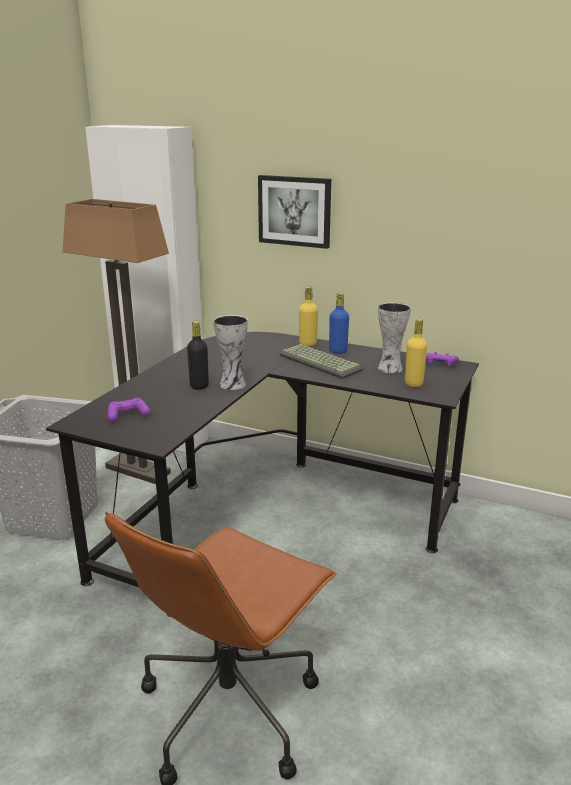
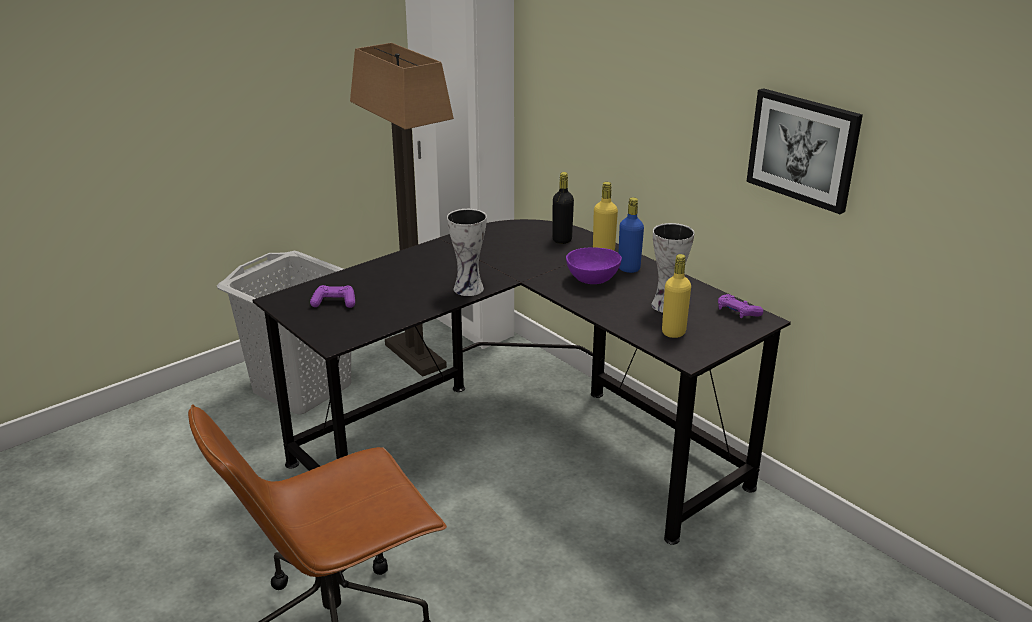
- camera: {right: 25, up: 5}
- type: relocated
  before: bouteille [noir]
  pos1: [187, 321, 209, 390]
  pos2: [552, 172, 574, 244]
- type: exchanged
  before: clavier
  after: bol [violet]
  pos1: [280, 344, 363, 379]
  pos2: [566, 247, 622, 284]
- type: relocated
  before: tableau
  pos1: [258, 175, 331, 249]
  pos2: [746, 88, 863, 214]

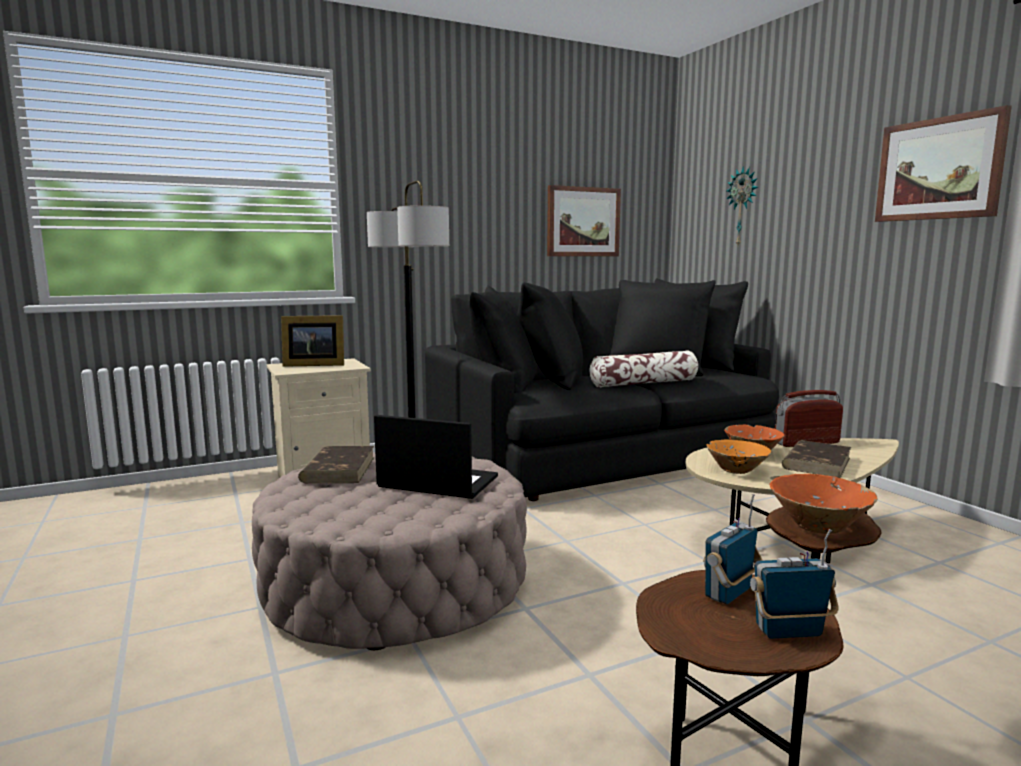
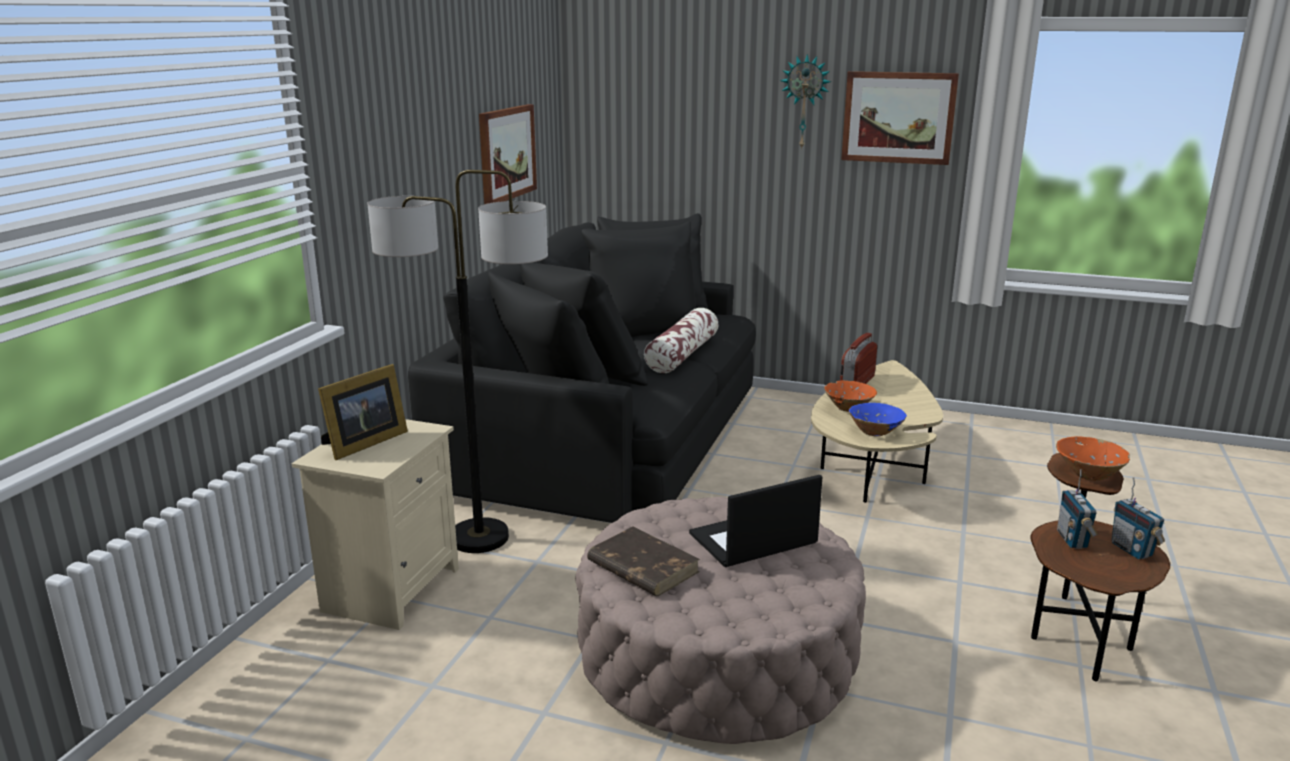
- camera: {right: -45, up: 10}
- type: relocated
  before: horloge murale
  pos1: [726, 166, 758, 245]
  pos2: [780, 54, 831, 150]
- type: colour
  before: bol [orange]
  after: bol [bleu]
  pos1: [707, 440, 771, 474]
  pos2: [849, 403, 907, 437]
- type: spun
  before: radio
  pos1: [750, 529, 839, 639]
  pos2: [1112, 477, 1165, 559]
  turn: -60
- type: missing
  before: livre [marron]
  pos1: [782, 440, 851, 478]

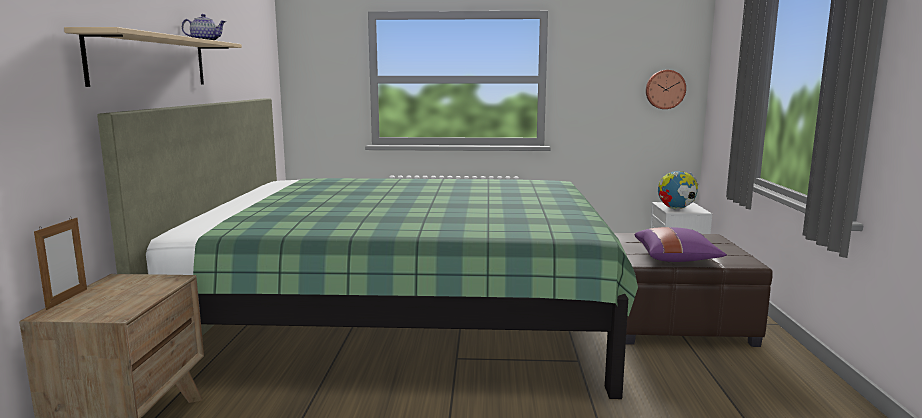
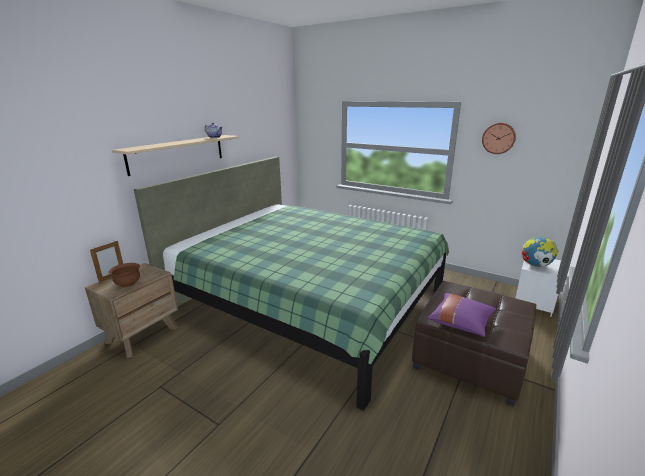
- camera: {right: 30, up: 10}
- type: appeared
  after: bol [marron]
  pos2: [109, 263, 140, 287]
- type: relocated
  before: horloge murale
  pos1: [646, 70, 686, 109]
  pos2: [482, 123, 516, 154]

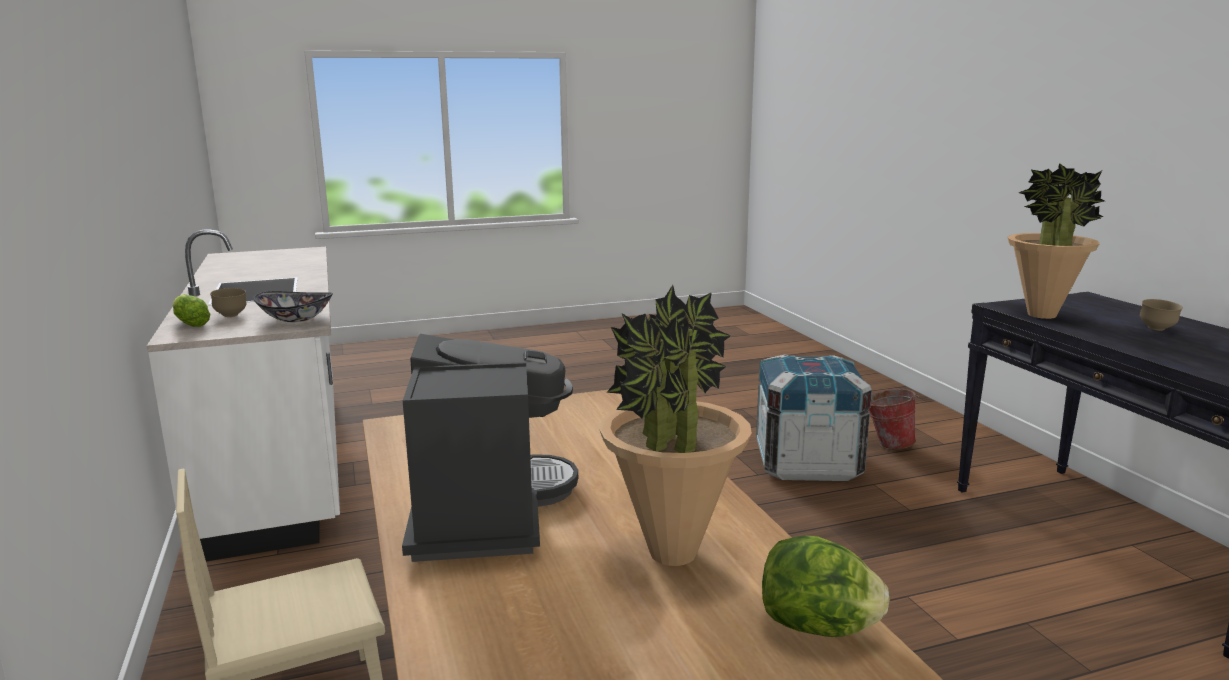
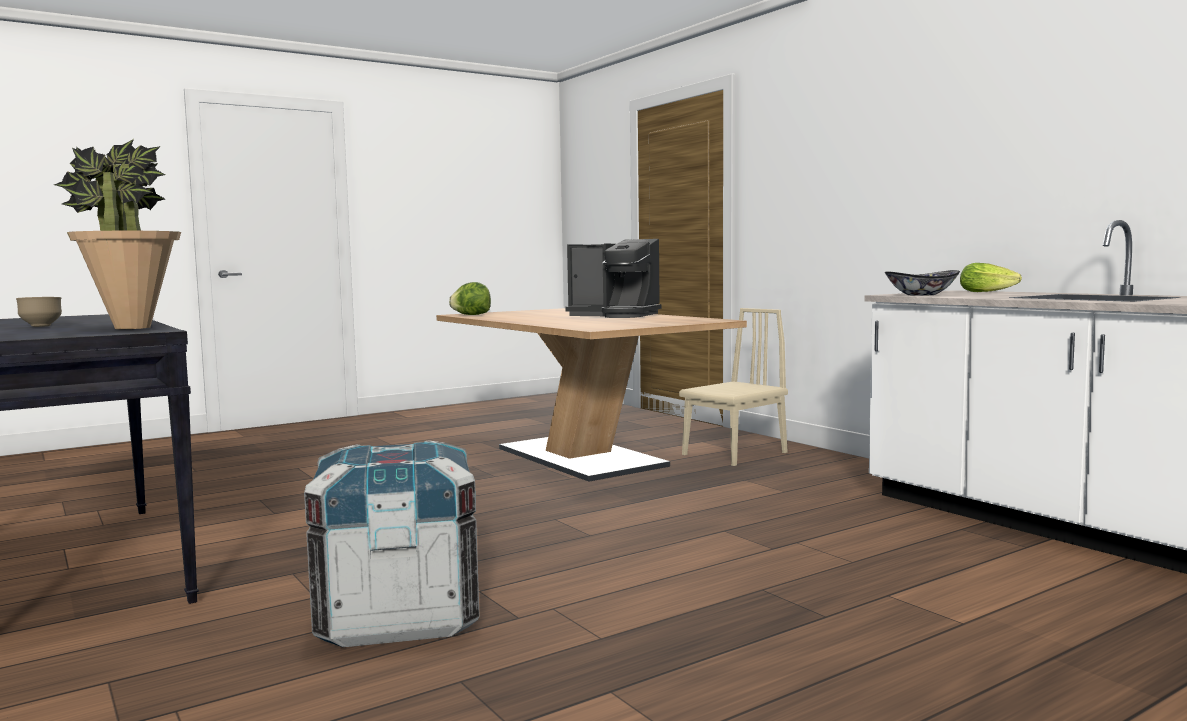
- camera: {right: 165, up: -10}
- type: spun
  before: machine à café
  pos1: [402, 334, 578, 562]
  pos2: [566, 239, 662, 318]
  turn: -45
- type: missing
  before: bol [marron]
  pos1: [210, 288, 247, 317]
- type: missing
  before: plante en pot
  pos1: [599, 285, 752, 566]
- type: missing
  before: seau
  pos1: [869, 389, 919, 450]

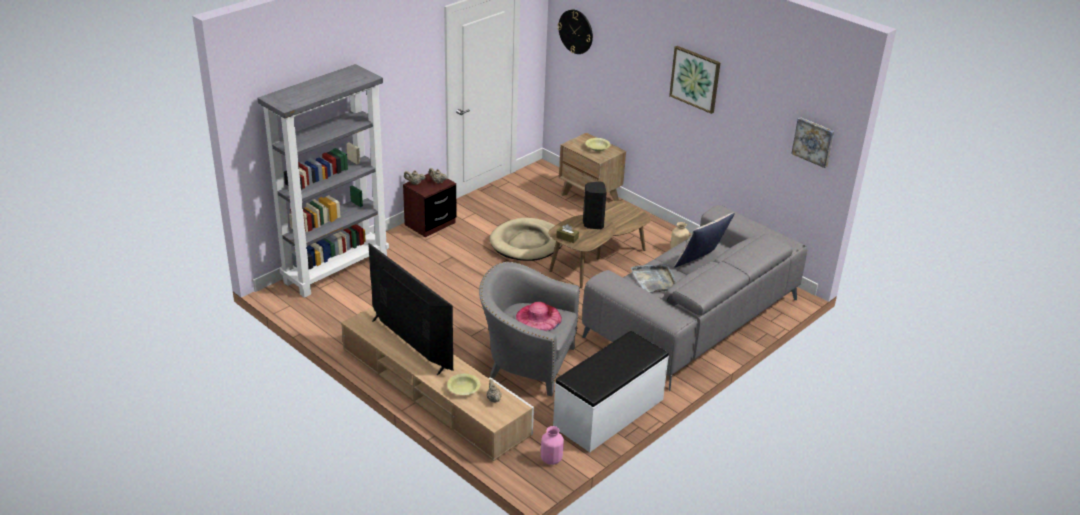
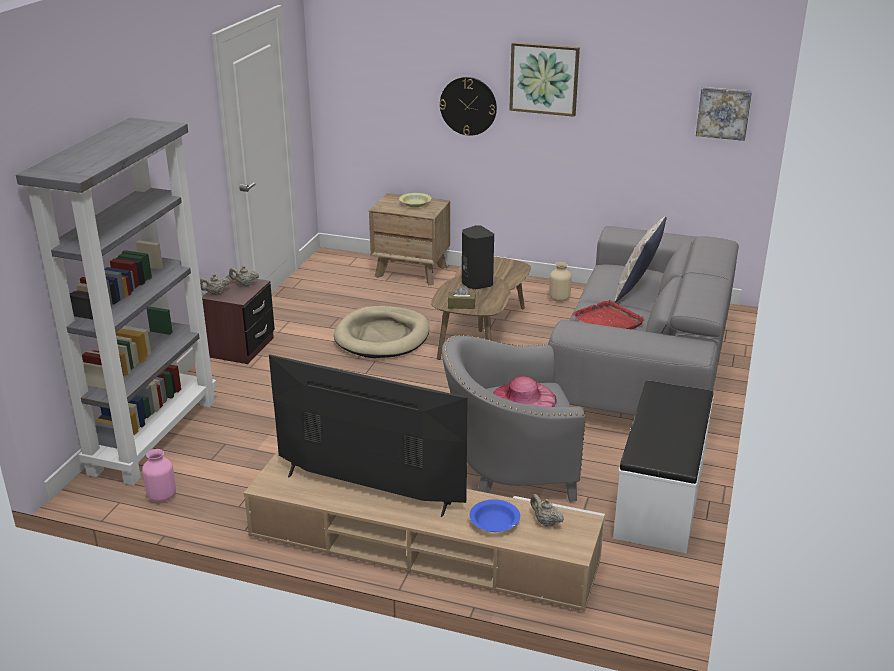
- camera: {right: -25, up: -5}
- type: relocated
  before: vase [rose]
  pos1: [541, 426, 564, 465]
  pos2: [142, 449, 176, 502]
- type: relocated
  before: horloge murale
  pos1: [558, 9, 593, 54]
  pos2: [440, 77, 497, 136]
- type: colour
  before: bol [jaune]
  after: bol [bleu]
  pos1: [447, 374, 480, 395]
  pos2: [469, 499, 520, 532]
- type: colour
  before: plateau [gris]
  after: plateau [rouge]
  pos1: [631, 264, 677, 292]
  pos2: [573, 300, 645, 329]

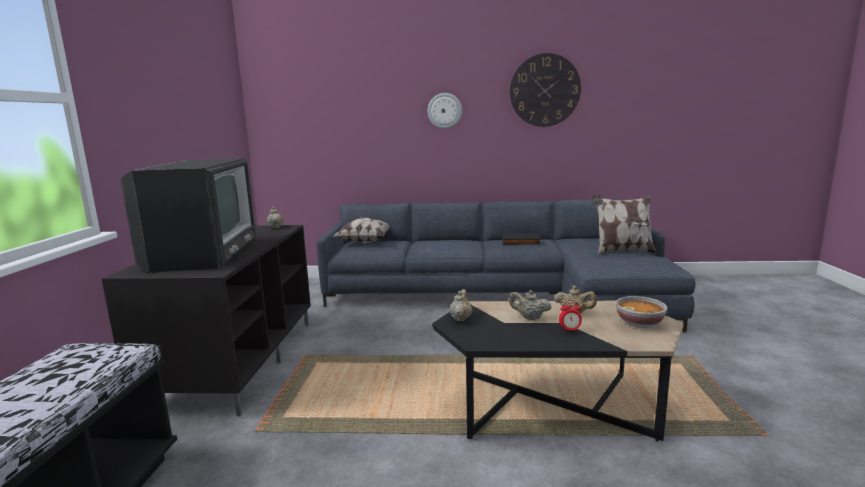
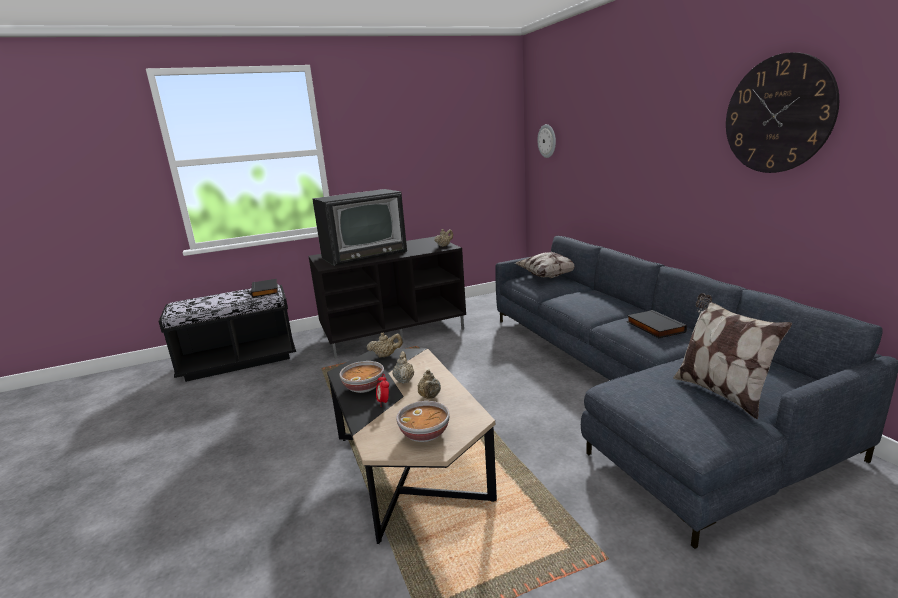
- camera: {right: 65, up: 5}
- type: appeared
  after: livre [noir]
  pos2: [251, 279, 278, 298]
- type: appeared
  after: bol
  pos2: [340, 361, 384, 393]
- type: relocated
  before: horloge murale
  pos1: [428, 93, 462, 129]
  pos2: [537, 124, 556, 158]

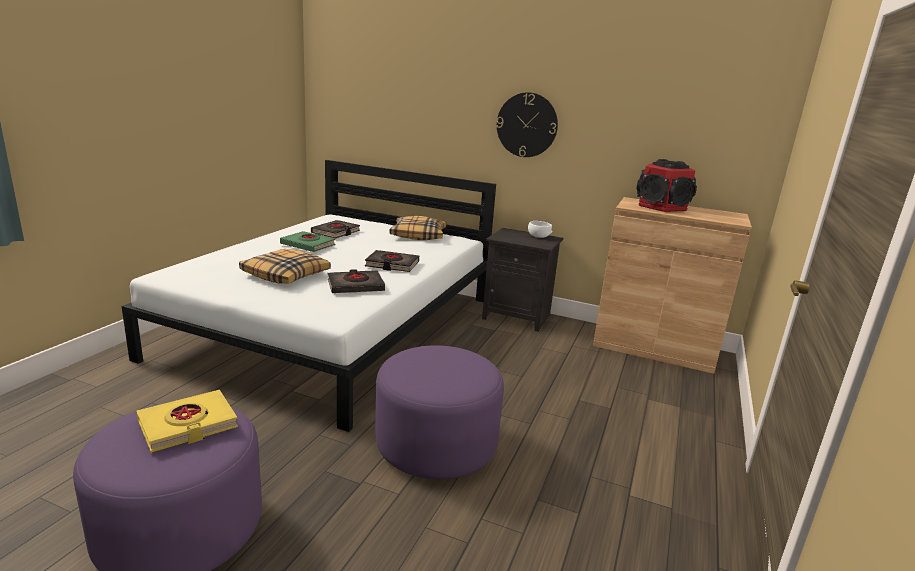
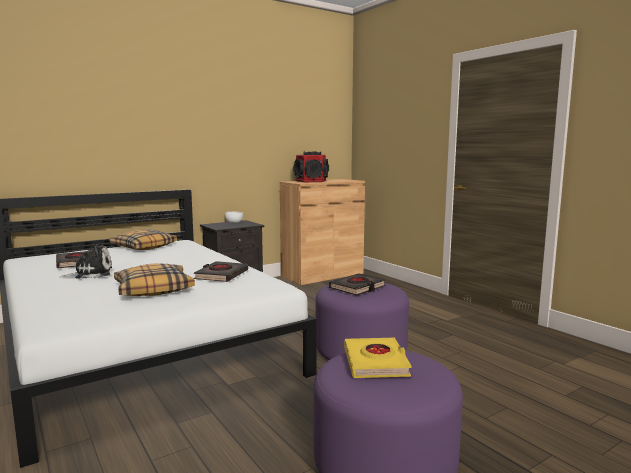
- camera: {right: -55, up: -10}
- type: exchanged
  before: livre [vert]
  after: peluche
  pos1: [280, 231, 336, 252]
  pos2: [59, 244, 112, 278]
- type: relocated
  before: livre [noir]
  pos1: [365, 250, 419, 272]
  pos2: [329, 273, 385, 296]
- type: missing
  before: horloge murale
  pos1: [496, 92, 558, 157]

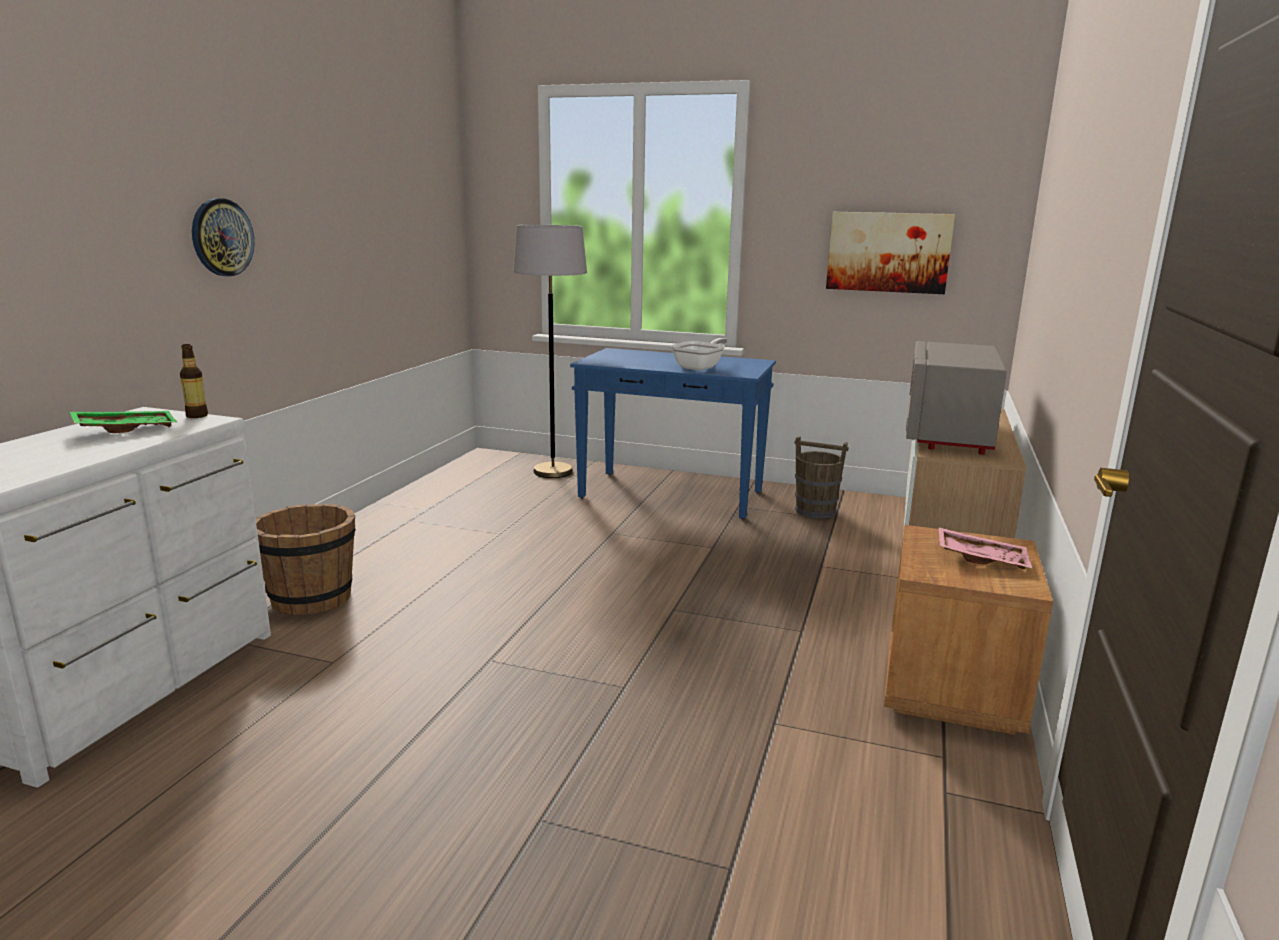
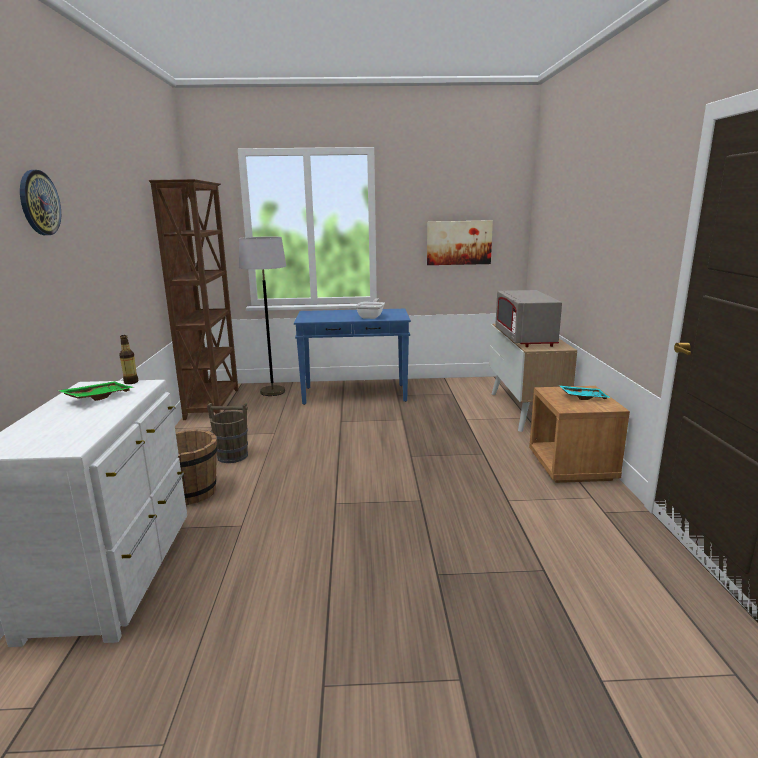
- camera: {right: -20, up: 0}
- type: relocated
  before: horloge murale
  pos1: [192, 198, 255, 276]
  pos2: [20, 170, 61, 235]
- type: appeared
  after: bibliothèque [marron]
  pos2: [149, 179, 238, 420]
- type: relocated
  before: seau [marron]
  pos1: [795, 436, 849, 519]
  pos2: [207, 403, 248, 463]
- type: colour
  before: plateau [rose]
  after: plateau [turquoise]
  pos1: [938, 527, 1033, 569]
  pos2: [559, 385, 610, 400]

